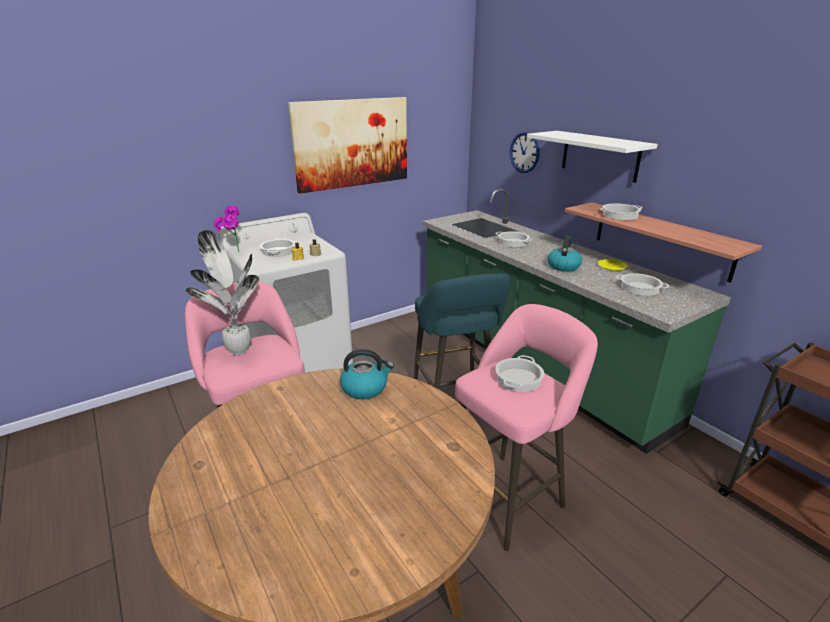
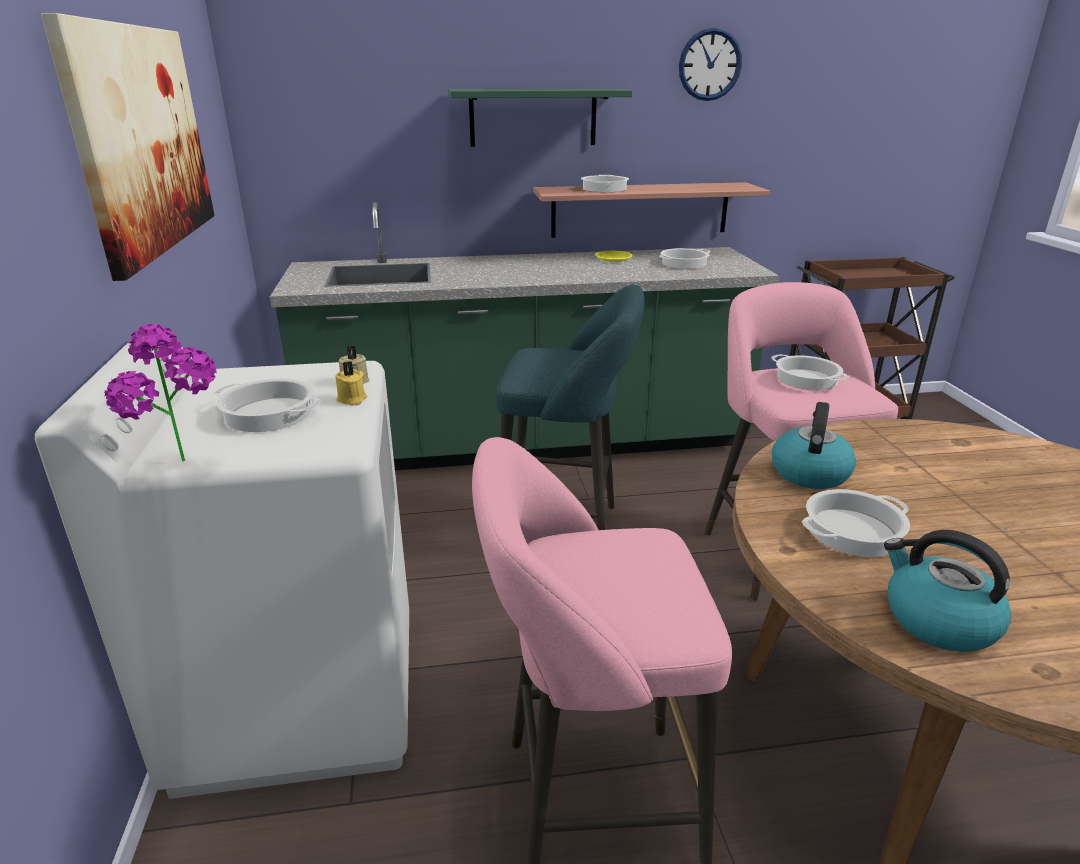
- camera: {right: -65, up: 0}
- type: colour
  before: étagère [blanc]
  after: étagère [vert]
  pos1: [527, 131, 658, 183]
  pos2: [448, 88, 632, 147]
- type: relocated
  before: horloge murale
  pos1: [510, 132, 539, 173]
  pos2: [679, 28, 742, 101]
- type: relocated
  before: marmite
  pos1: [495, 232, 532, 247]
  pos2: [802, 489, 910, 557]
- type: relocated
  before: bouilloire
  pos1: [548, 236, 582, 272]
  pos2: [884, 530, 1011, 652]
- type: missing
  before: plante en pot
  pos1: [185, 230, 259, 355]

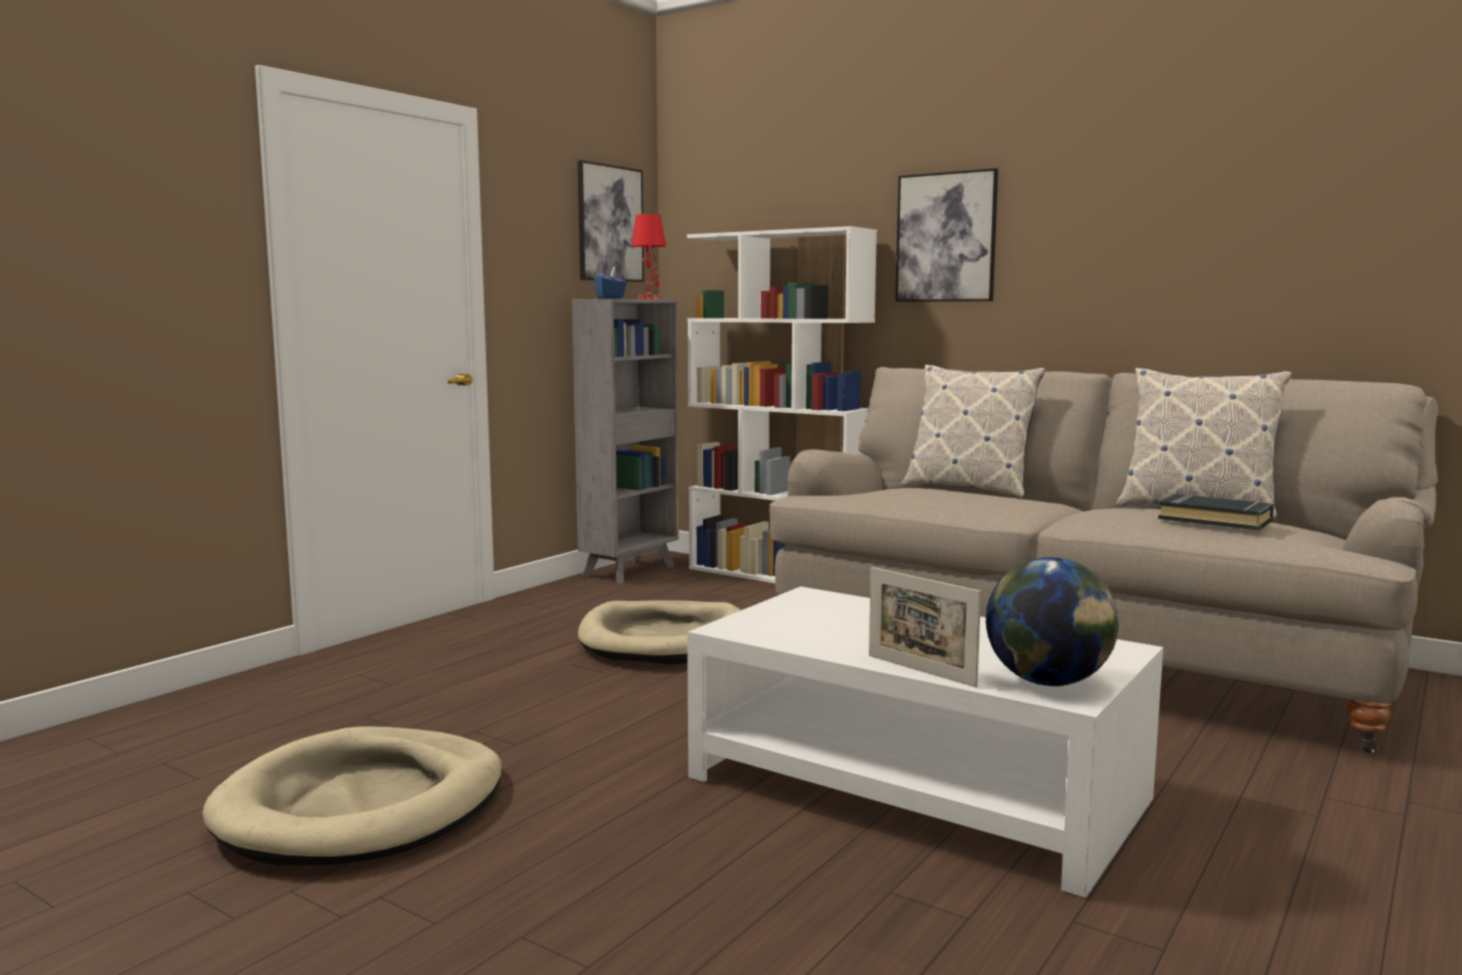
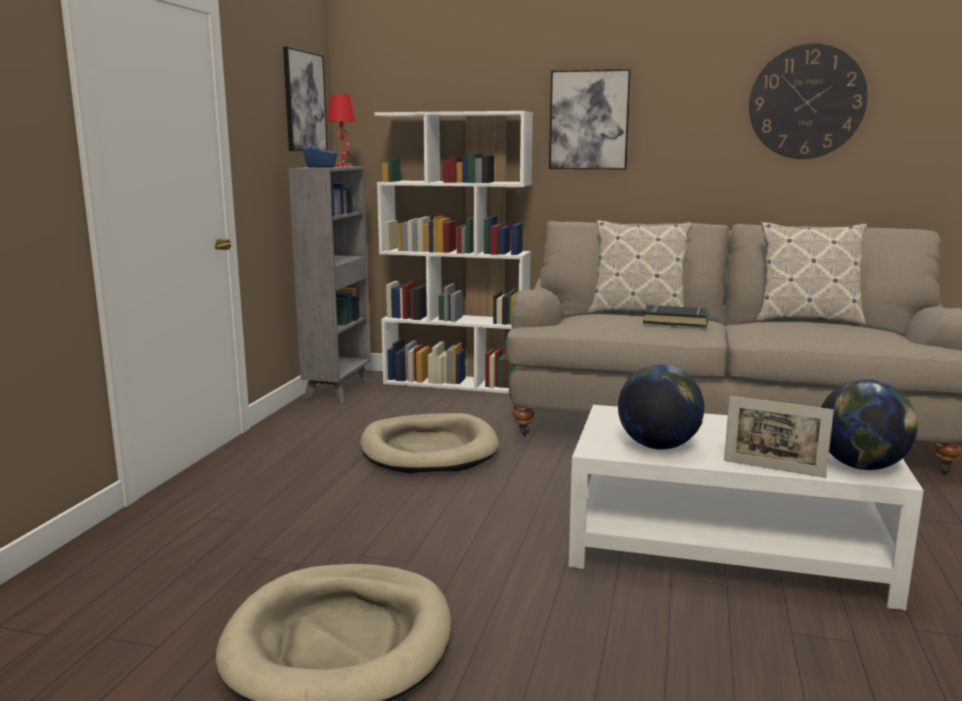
- camera: {right: -20, up: 5}
- type: appeared
  after: globe
  pos2: [618, 365, 704, 450]
- type: relocated
  before: livre [noir]
  pos1: [1158, 494, 1274, 530]
  pos2: [643, 305, 709, 327]
- type: appeared
  after: horloge murale
  pos2: [749, 43, 868, 159]

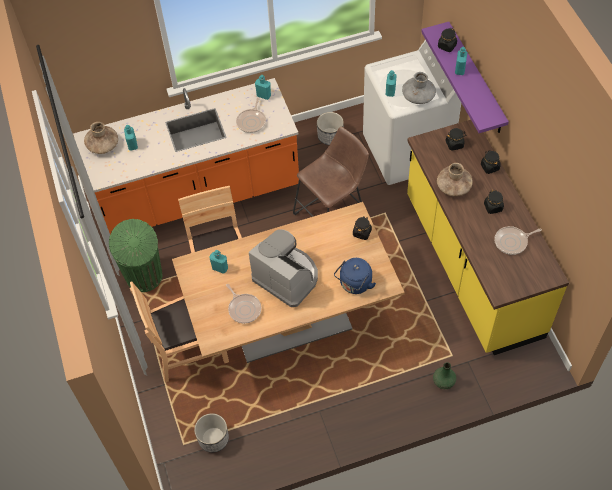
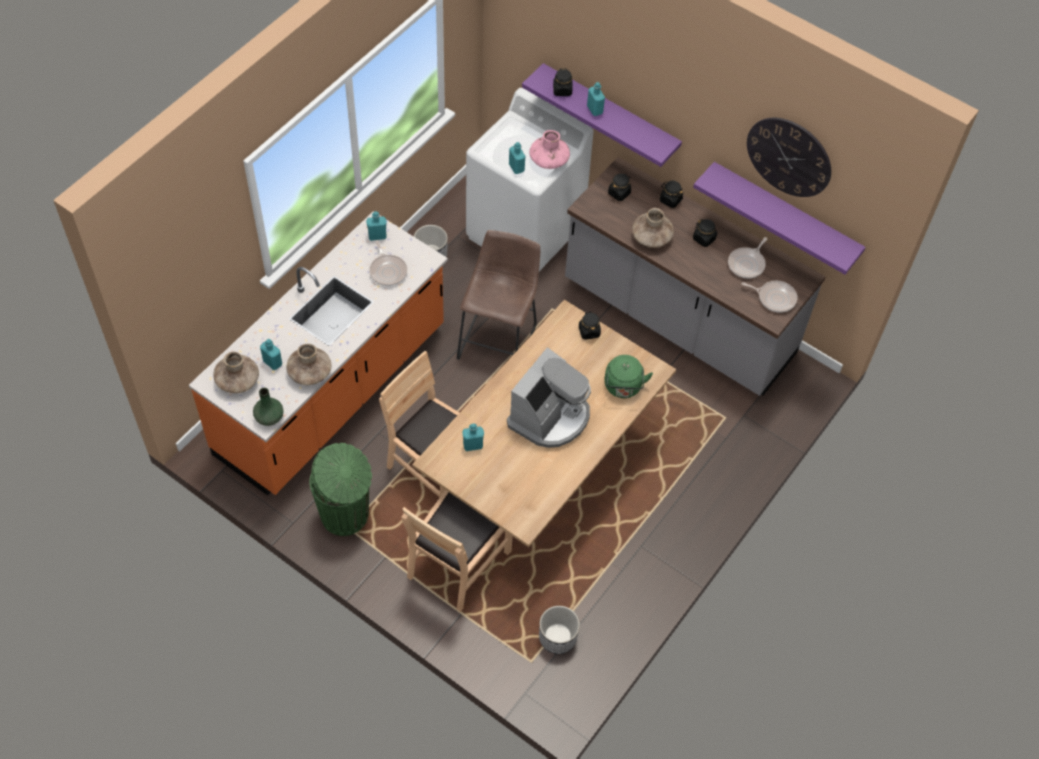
- camera: {right: -40, up: 0}
- type: relocated
  before: vase [vert]
  pos1: [433, 362, 456, 389]
  pos2: [253, 388, 284, 426]
- type: appeared
  after: vase [marron]
  pos2: [286, 344, 331, 385]
- type: spun
  before: machine à café
  pos1: [249, 229, 318, 307]
  pos2: [507, 347, 591, 448]
  turn: 120
- type: colour
  before: vase [gris]
  after: vase [rose]
  pos1: [402, 72, 436, 104]
  pos2: [529, 130, 570, 169]
- type: colour
  before: comptoir de cuisine [jaune]
  after: comptoir de cuisine [gris]
  pos1: [407, 120, 569, 355]
  pos2: [565, 157, 825, 396]
- type: colour
  before: bouilloire [bleu]
  after: bouilloire [vert]
  pos1: [334, 258, 376, 294]
  pos2: [604, 355, 653, 398]
- type: appeared
  after: étagère [violet]
  pos2: [693, 162, 866, 275]
- type: relocated
  before: poêle
  pos1: [226, 284, 261, 324]
  pos2: [741, 281, 797, 313]
- type: appeared
  after: horloge murale
  pos2: [747, 118, 831, 197]

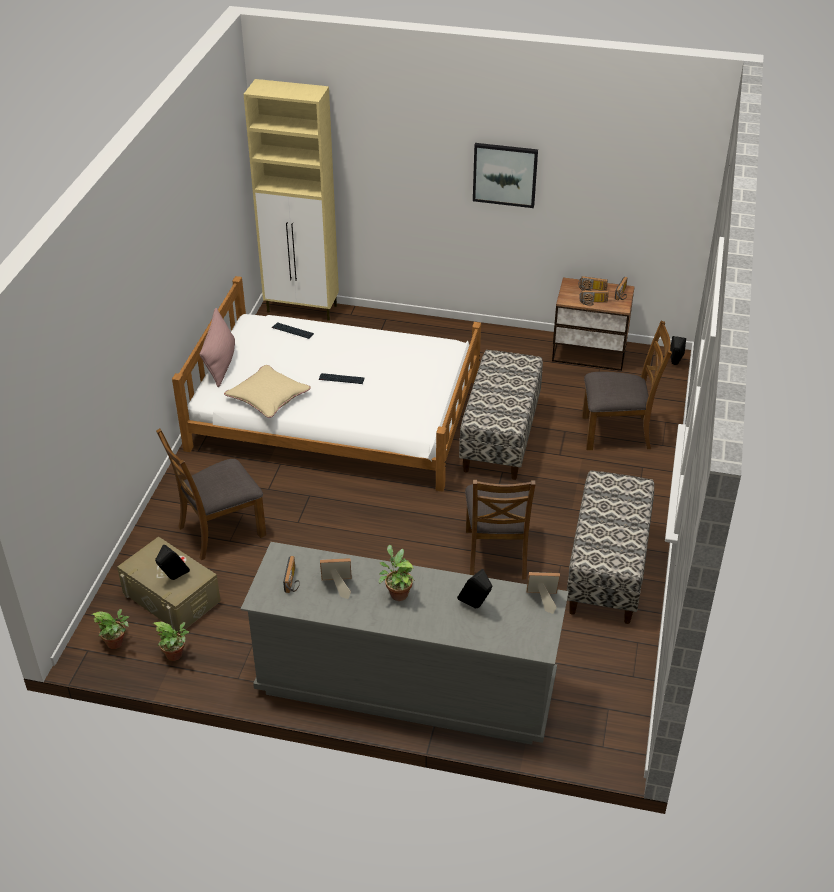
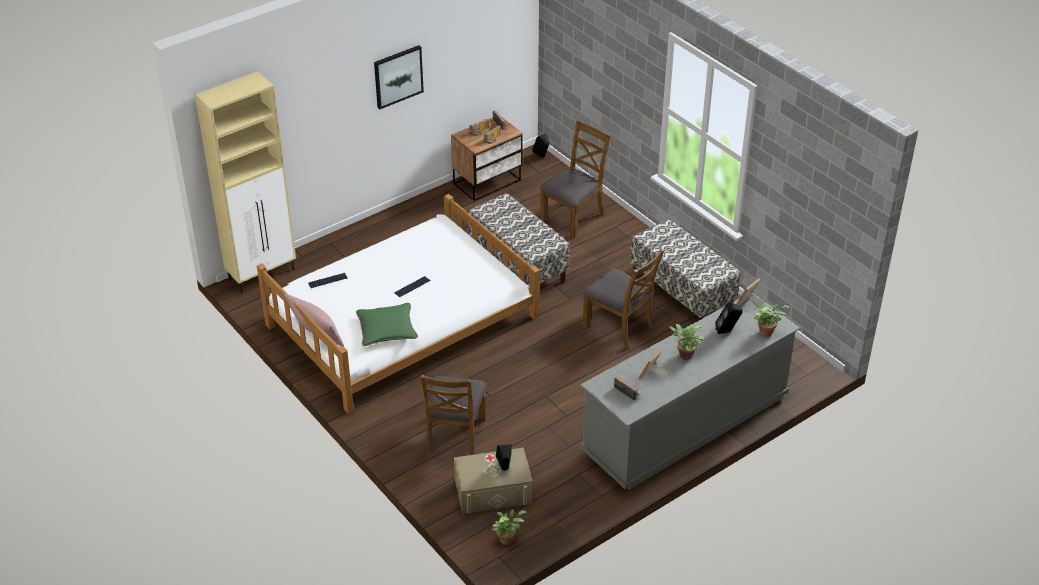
- camera: {right: -50, up: 0}
- type: colour
  before: coussin [beige]
  after: coussin [vert]
  pos1: [224, 365, 311, 418]
  pos2: [356, 303, 418, 346]
- type: relocated
  before: plante en pot
  pos1: [153, 621, 189, 661]
  pos2: [754, 304, 790, 337]

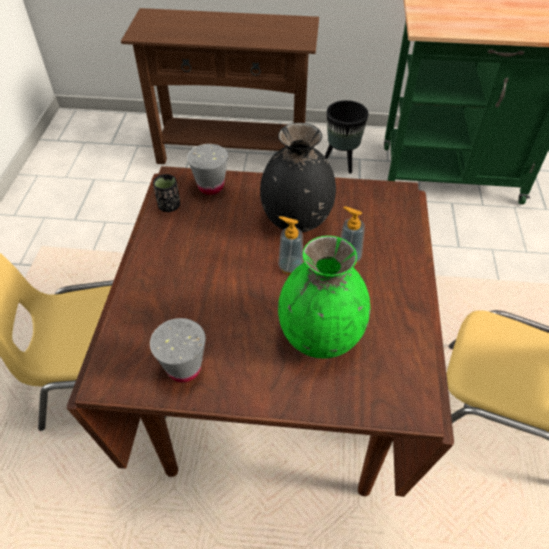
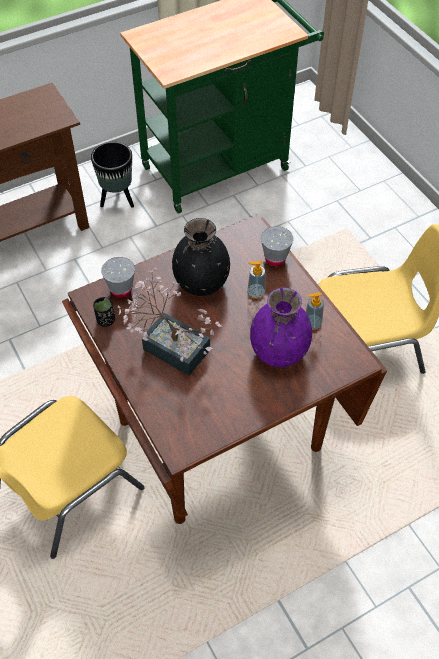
- camera: {right: -35, up: 5}
- type: appeared
  after: plante en pot
  pos2: [118, 269, 222, 376]
- type: colour
  before: vase [vert]
  after: vase [violet]
  pos1: [278, 236, 370, 359]
  pos2: [250, 288, 312, 367]
- type: relocated
  before: tasse [gris]
  pos1: [150, 318, 206, 383]
  pos2: [261, 226, 293, 266]
- type: relocated
  before: distributeur de savon
  pos1: [278, 216, 303, 274]
  pos2: [306, 292, 324, 330]

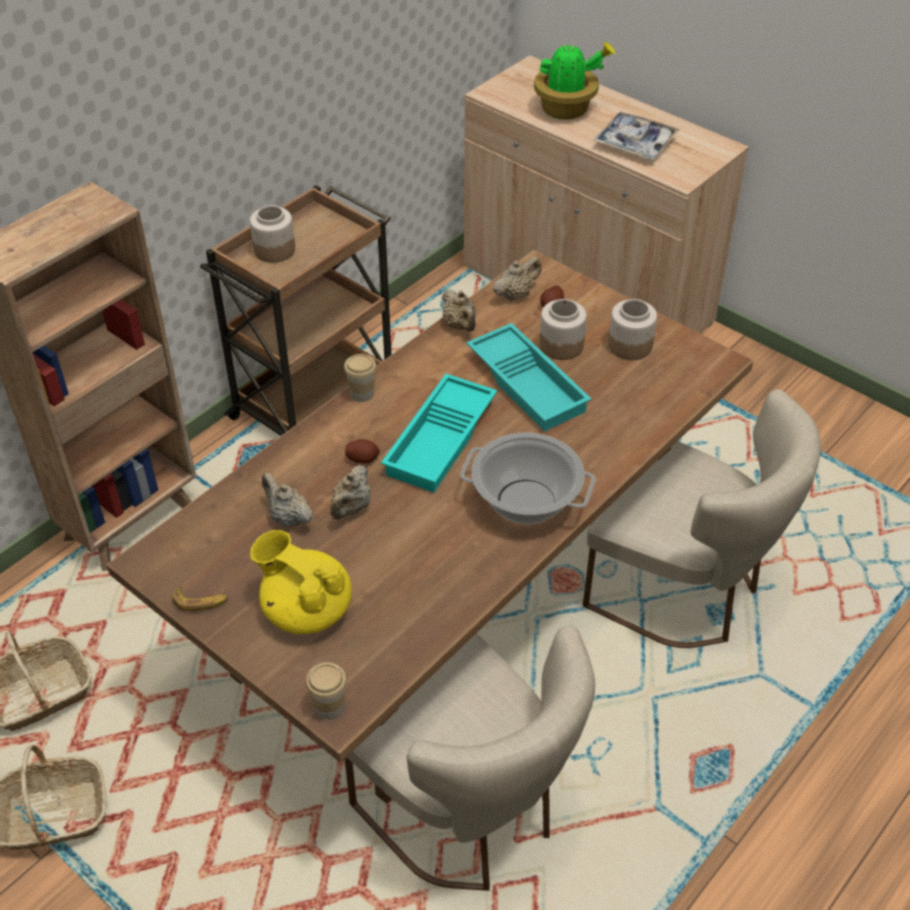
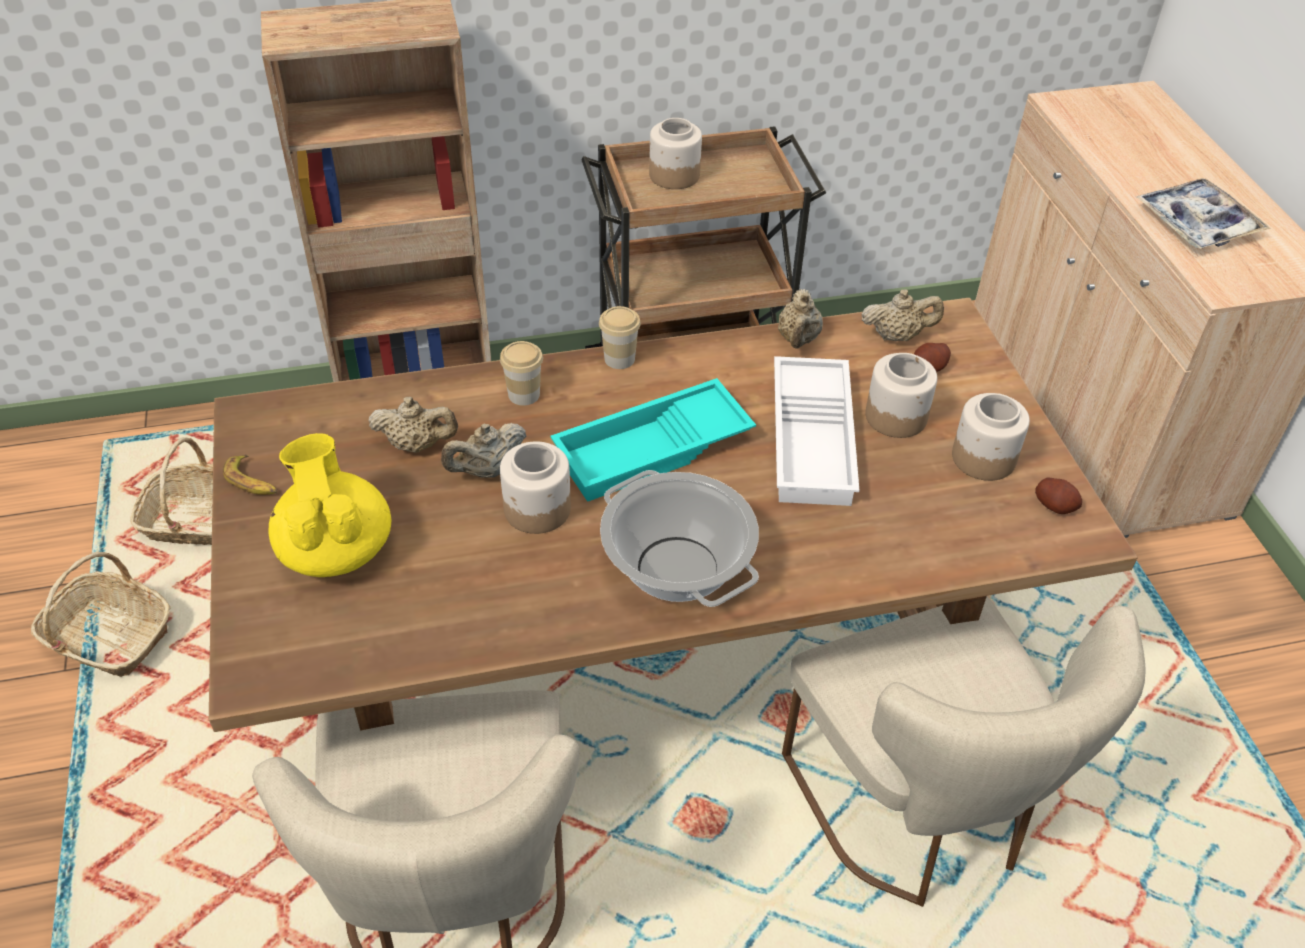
- camera: {right: 35, up: 0}
- type: spun
  before: théière [beige]
  pos1: [262, 473, 313, 527]
  pos2: [369, 397, 458, 453]
  turn: 105
- type: relocated
  before: tasse
  pos1: [306, 662, 347, 719]
  pos2: [500, 341, 543, 406]
- type: appeared
  after: bocal
  pos2: [500, 441, 571, 534]
- type: colour
  before: plateau [turquoise]
  after: plateau [blanc]
  pos1: [466, 323, 591, 432]
  pos2: [774, 356, 860, 506]
- type: relocated
  before: pomme de terre
  pos1: [345, 439, 380, 463]
  pos2: [1035, 478, 1082, 514]
- type: missing
  before: plante en pot
  pos1: [534, 41, 616, 120]

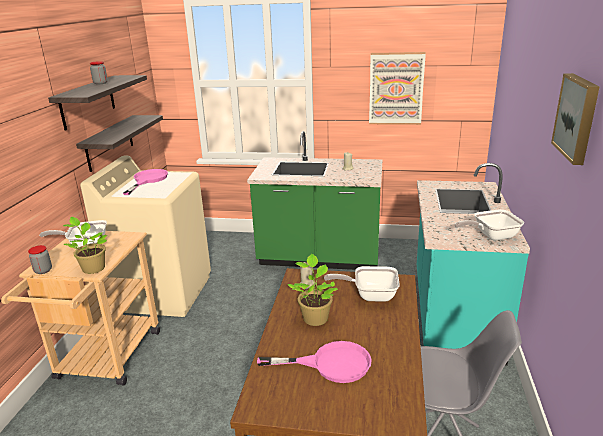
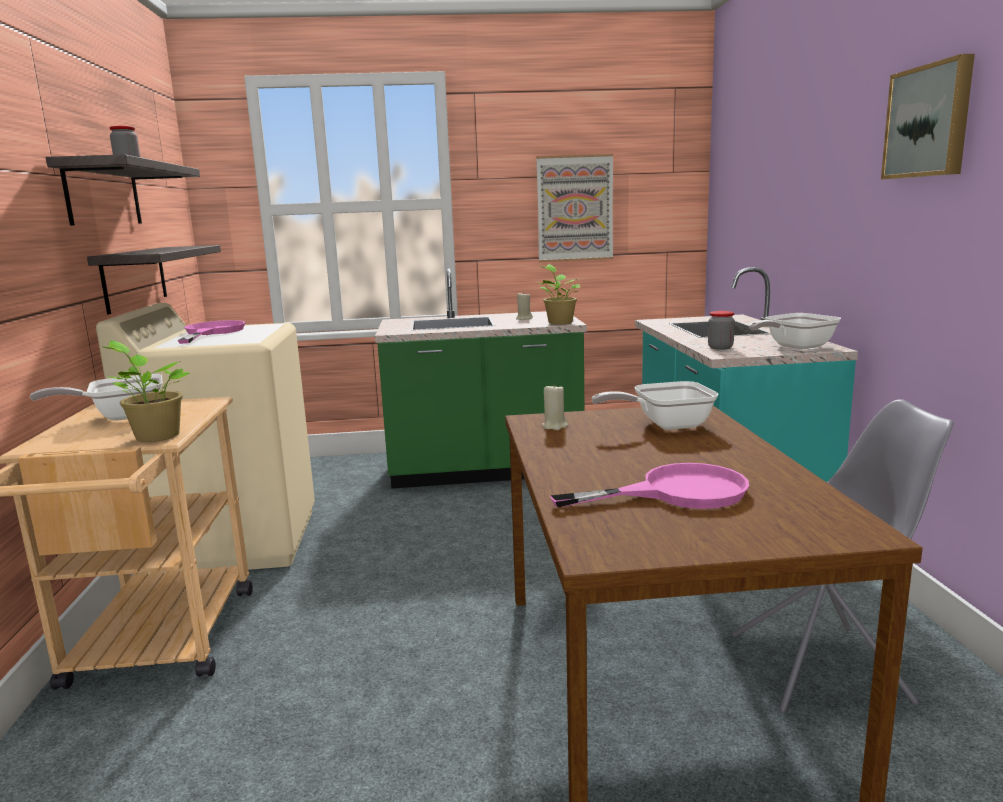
- camera: {right: -15, up: -10}
- type: relocated
  before: plante en pot
  pos1: [287, 254, 338, 326]
  pos2: [536, 264, 580, 324]
- type: relocated
  before: bocal
  pos1: [28, 245, 52, 274]
  pos2: [708, 311, 735, 350]

